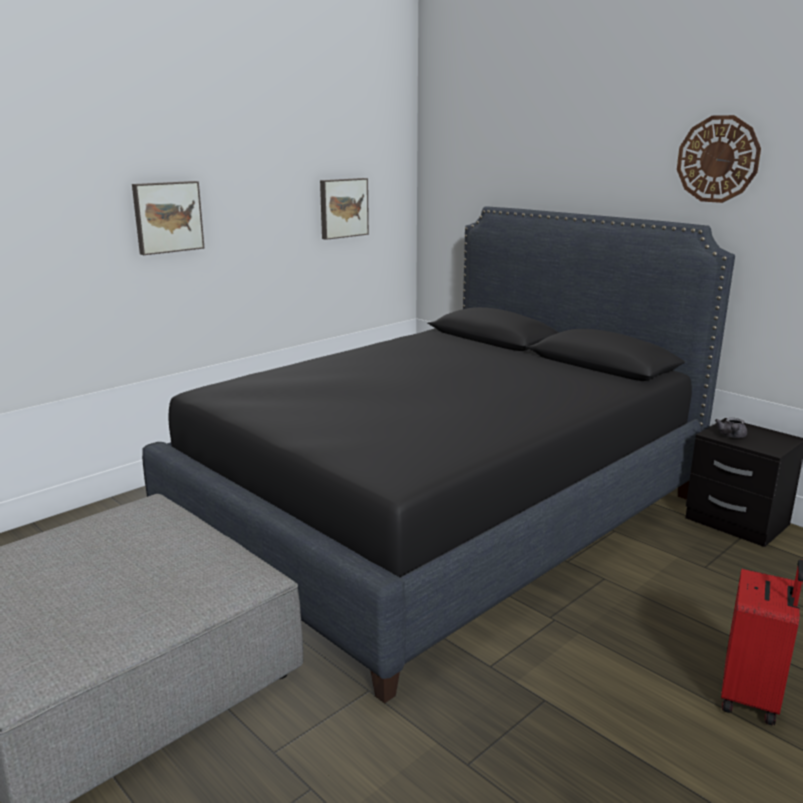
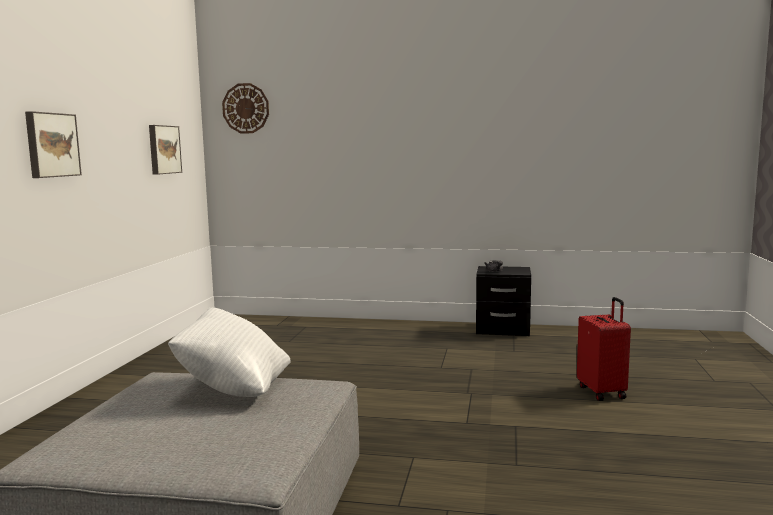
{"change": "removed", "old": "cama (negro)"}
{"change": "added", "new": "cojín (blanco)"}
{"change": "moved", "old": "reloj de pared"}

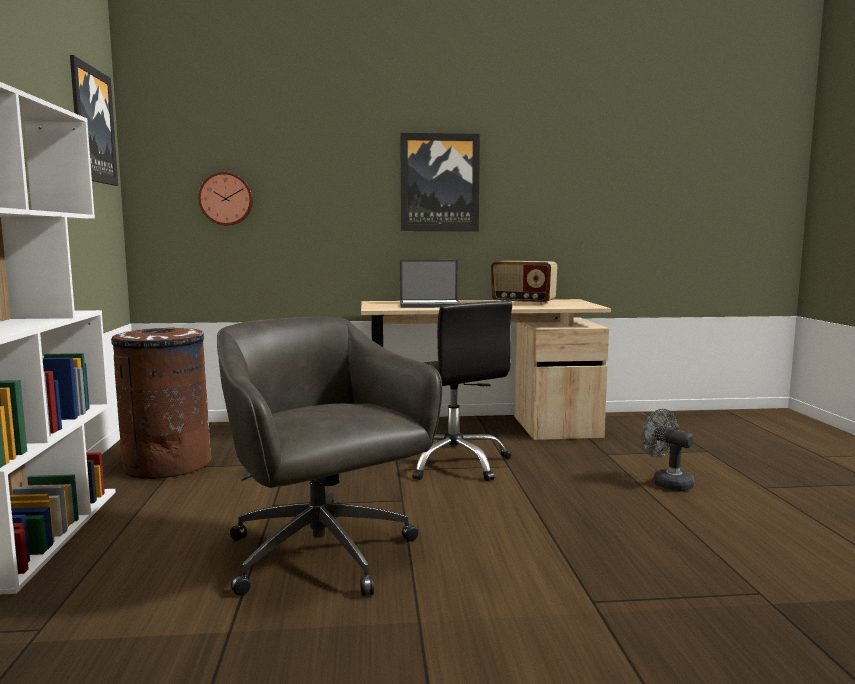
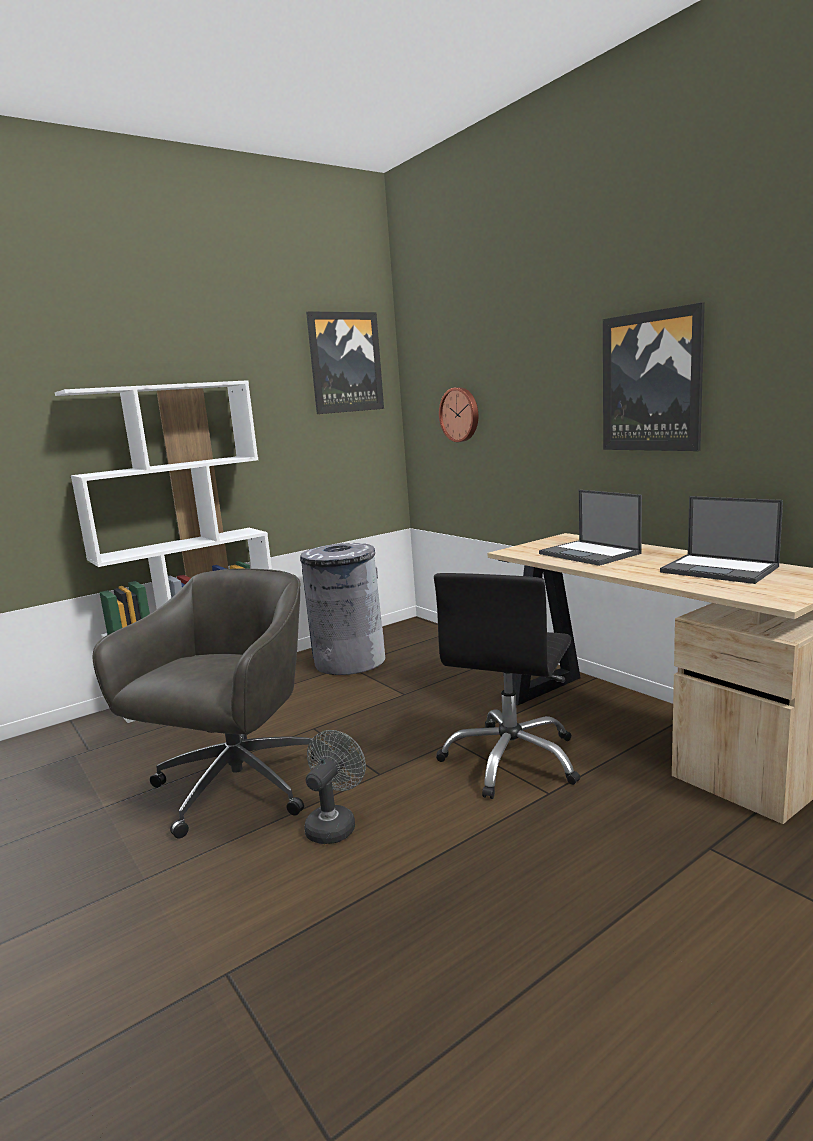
{"change": "moved", "old": "ventilador (gris)"}
{"change": "replaced", "old": "radio", "new": "portátil (2nd from left)"}
{"change": "recoloured", "old": "papelera (marrón)", "new": "papelera (gris)"}

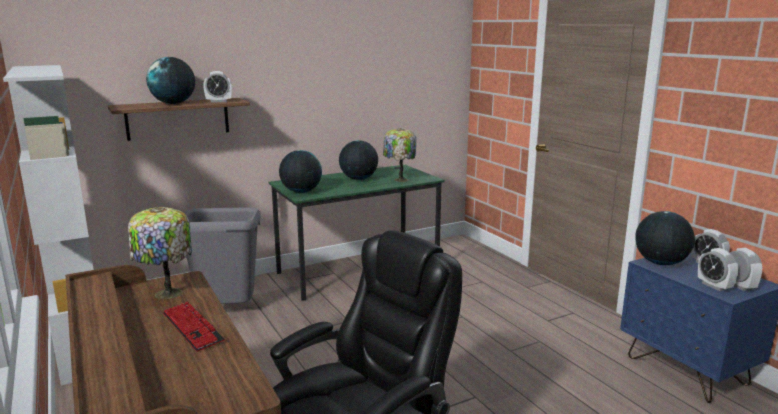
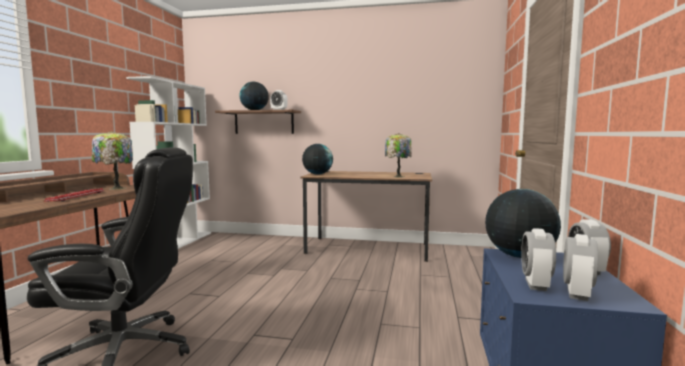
{"change": "removed", "old": "papelera (gris)"}
{"change": "removed", "old": "globo terráqueo (3rd from left)"}
{"change": "recoloured", "old": "escritorio (verde)", "new": "escritorio (marrón) (2nd from left)"}

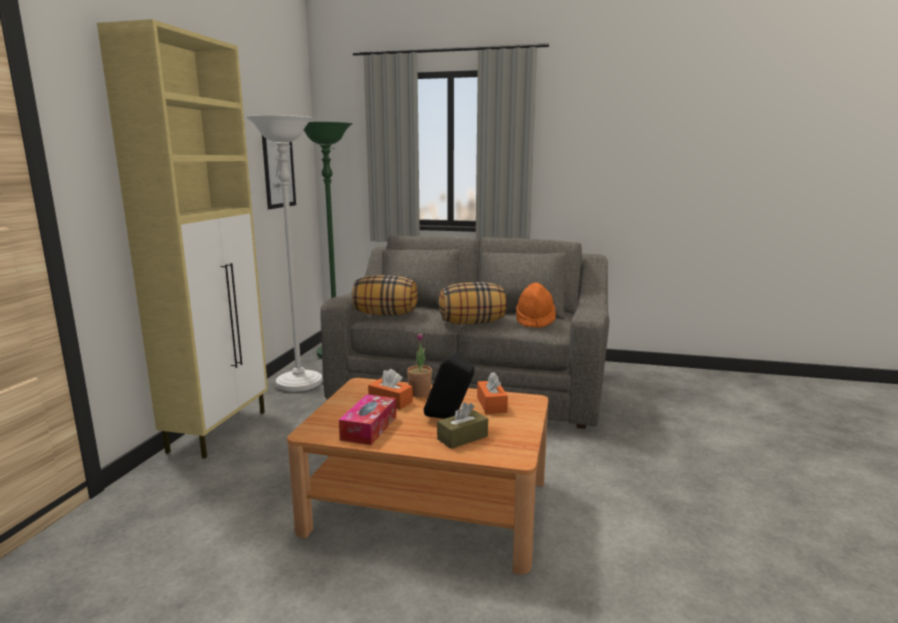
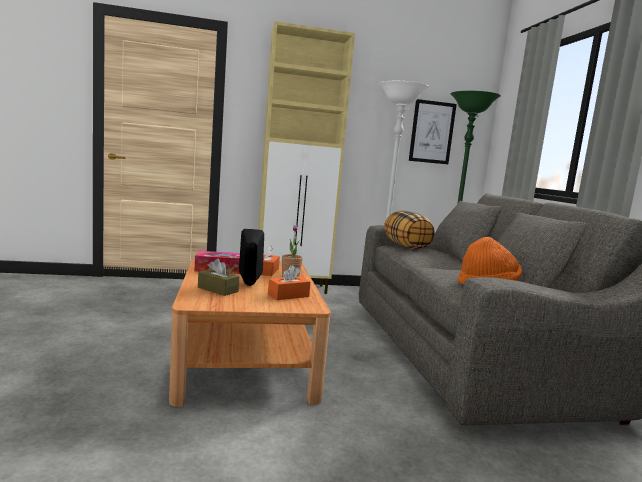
{"change": "removed", "old": "cojín (2nd from left)"}

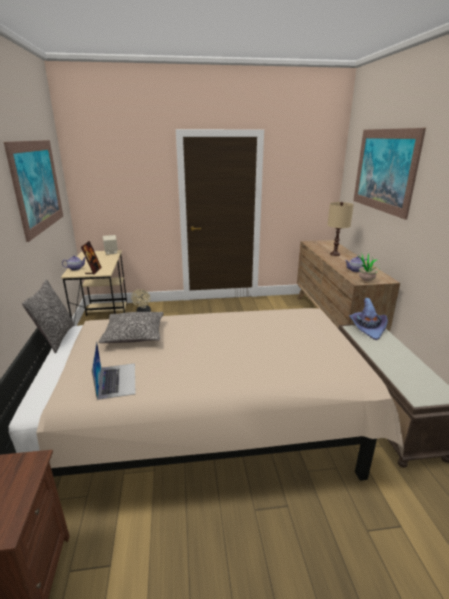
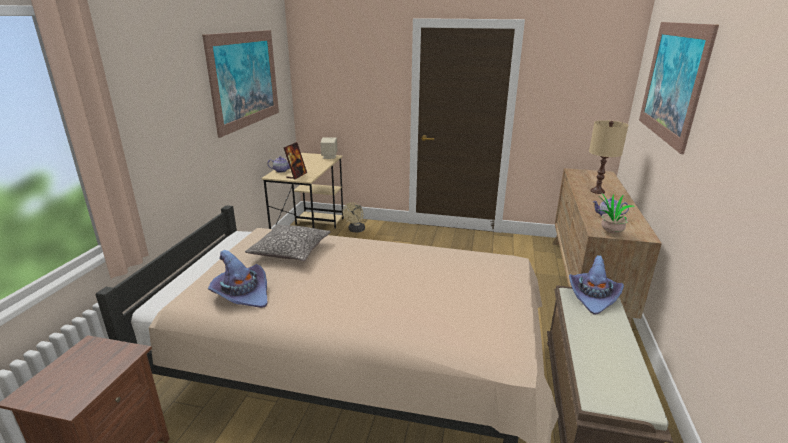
{"change": "removed", "old": "cojín (1st from left)"}
{"change": "replaced", "old": "portátil", "new": "sombrero (morado) (1st from left)"}

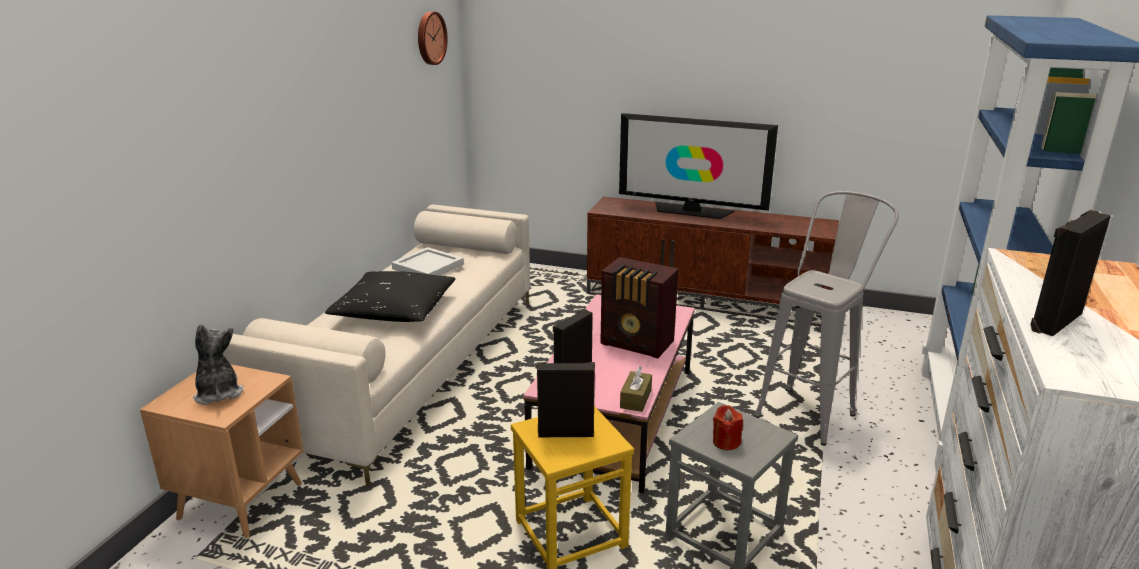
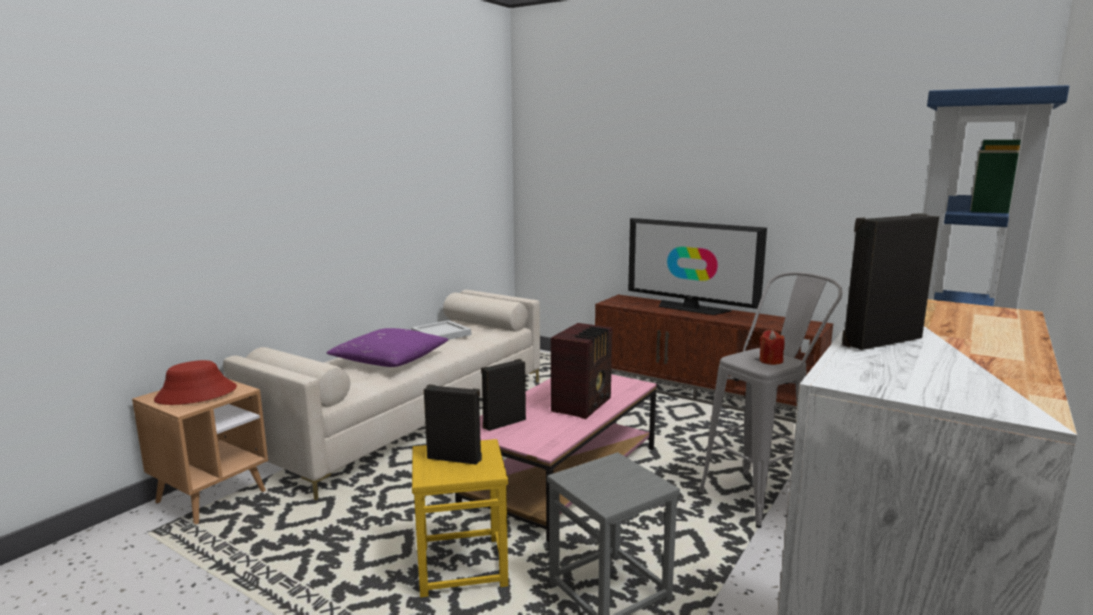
{"change": "removed", "old": "reloj de pared"}
{"change": "removed", "old": "caja de pañuelos (marrón)"}
{"change": "moved", "old": "vela (rojo)"}
{"change": "replaced", "old": "peluche", "new": "sombrero (rojo)"}
{"change": "recoloured", "old": "cojín (negro)", "new": "cojín (morado)"}
{"change": "turned", "old": "radio", "degrees": -105}

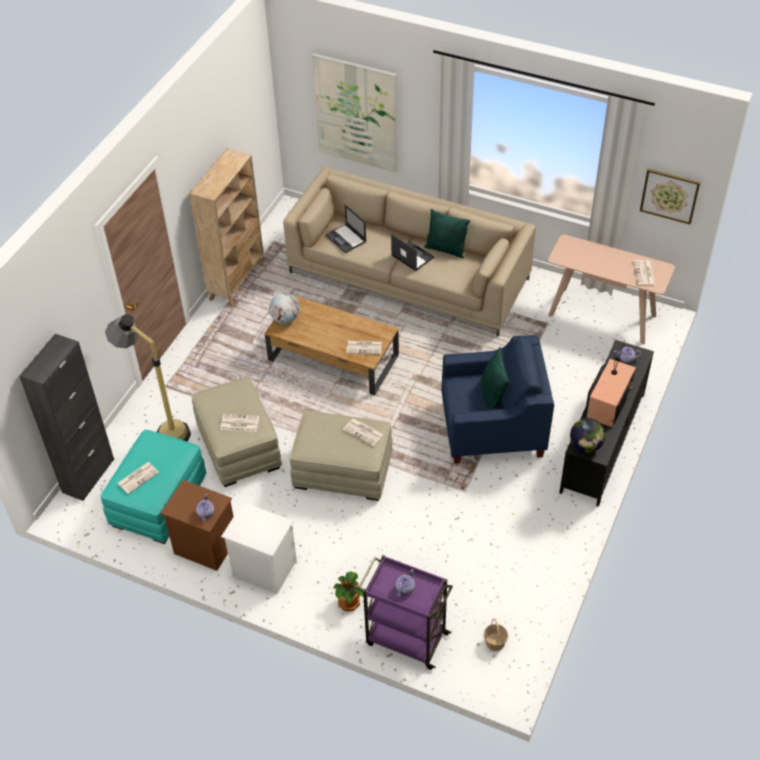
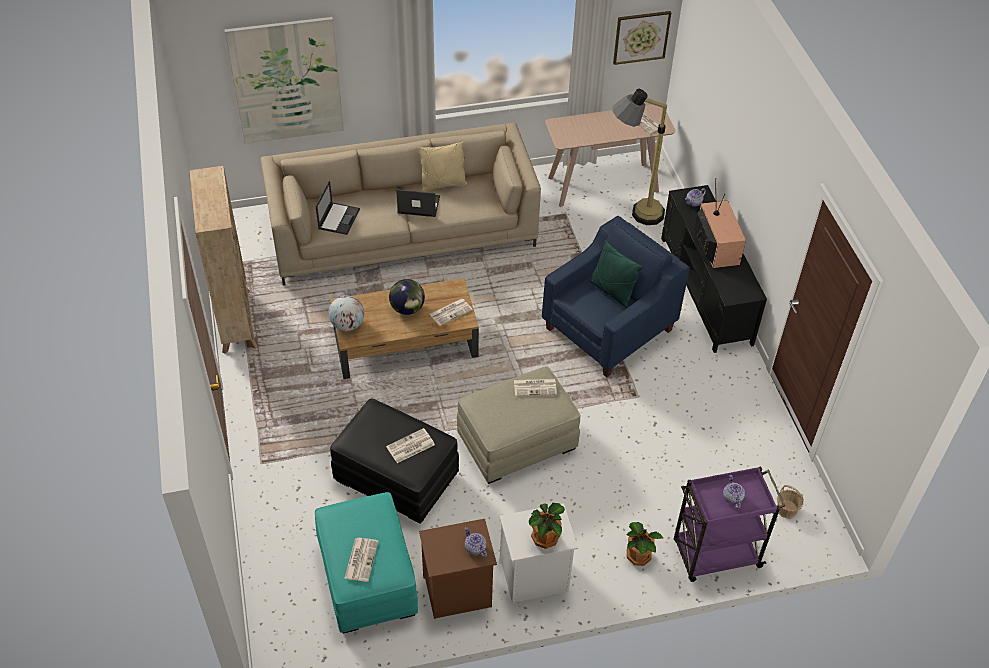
{"change": "removed", "old": "armario (negro)"}
{"change": "added", "new": "planta en maceta (1st from left)"}
{"change": "moved", "old": "lámpara de pie"}
{"change": "moved", "old": "globo terráqueo (2nd from left)"}
{"change": "recoloured", "old": "puf (beis) (1st from left)", "new": "puf (negro)"}
{"change": "recoloured", "old": "cojín (verde) (1st from left)", "new": "cojín (beis)"}
{"change": "turned", "old": "portátil (1st from left)", "degrees": -90}

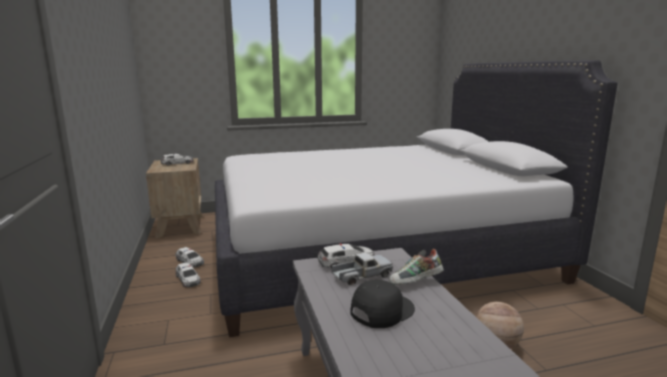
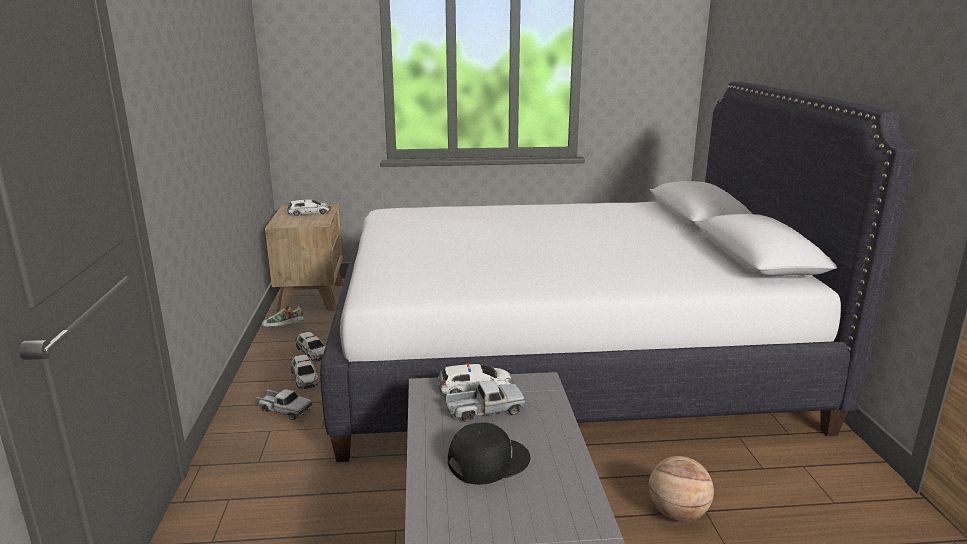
{"change": "added", "new": "camión de juguete (1st from left)"}
{"change": "moved", "old": "zapato"}

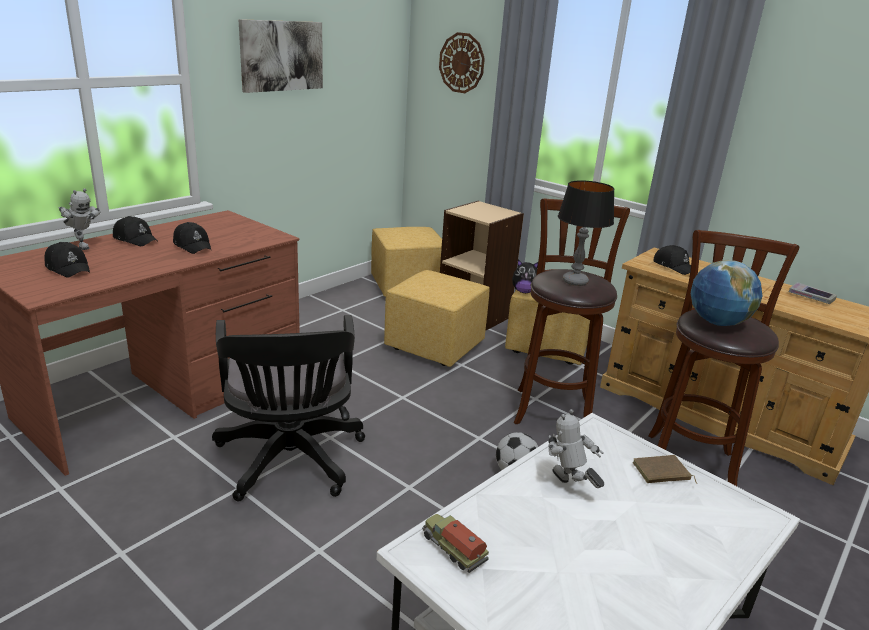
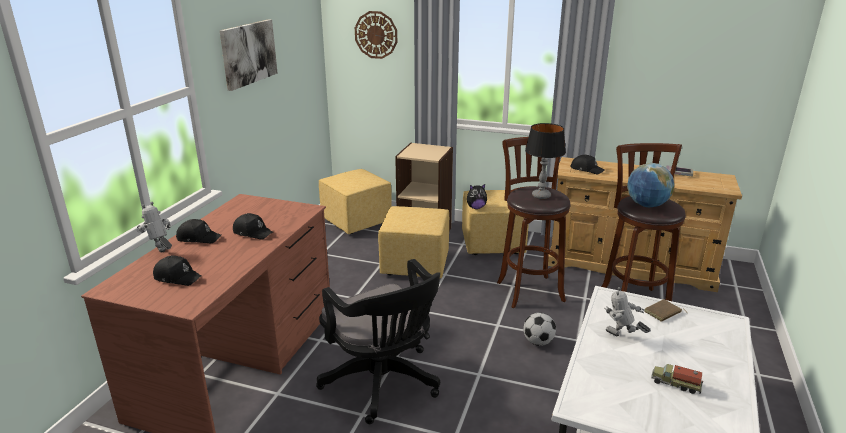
{"change": "moved", "old": "camión de juguete"}
{"change": "turned", "old": "robot de juguete (1st from left)", "degrees": -150}

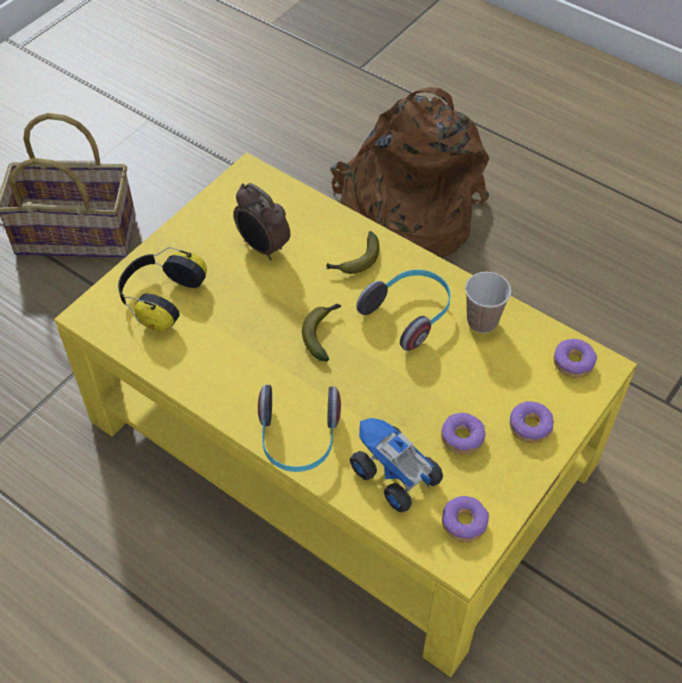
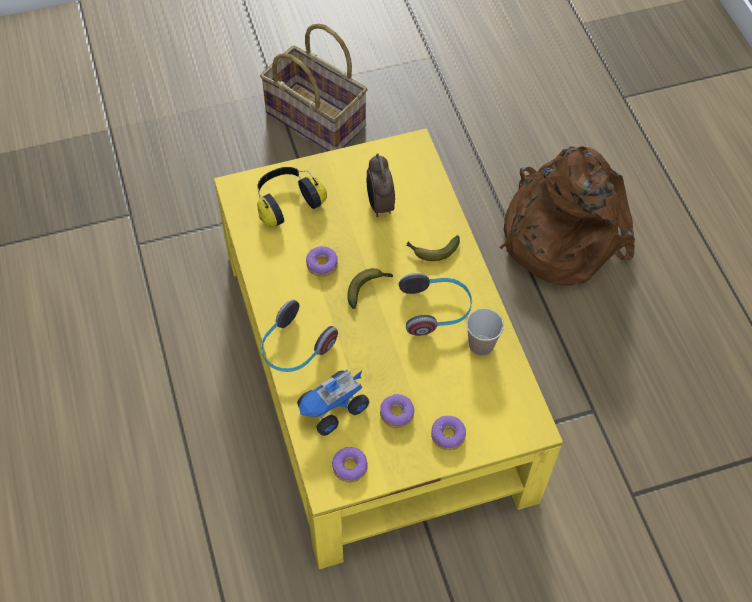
{"change": "moved", "old": "rosquilla (4th from left in the first image)", "new": "rosquilla (1st from left)"}
{"change": "turned", "old": "camión de juguete", "degrees": -120}

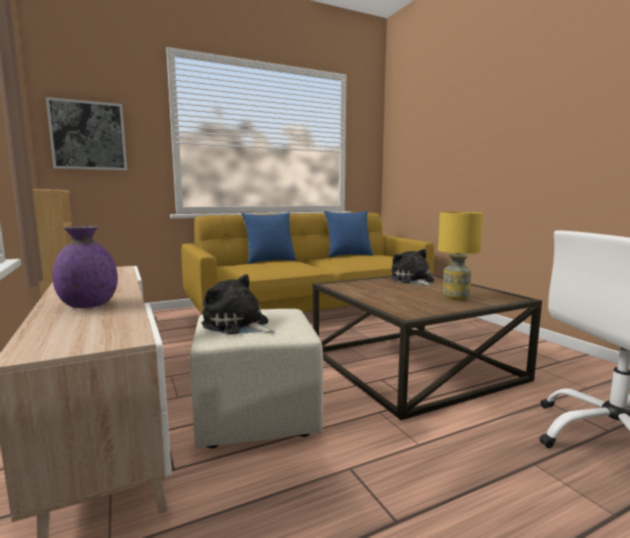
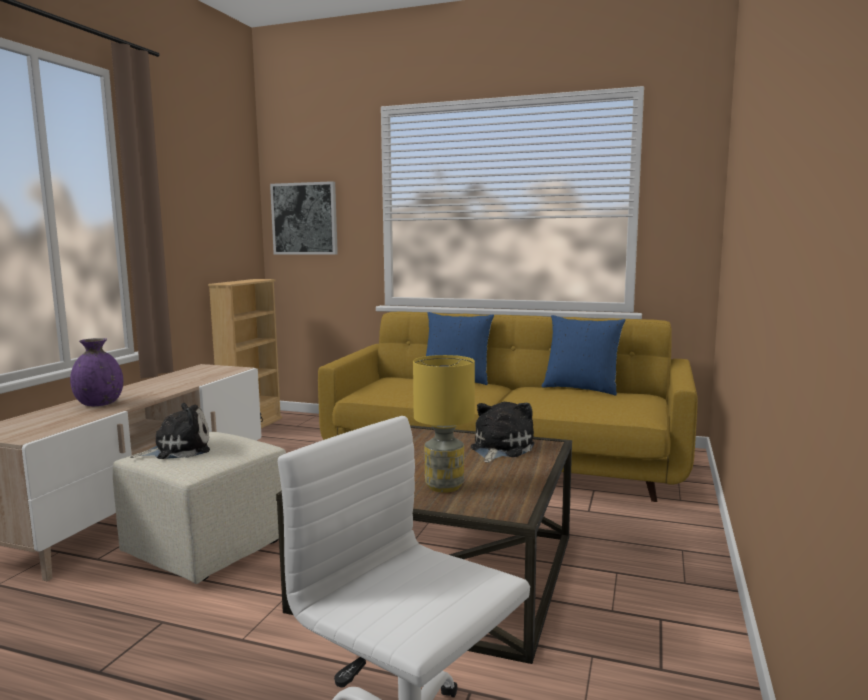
{"change": "turned", "old": "peluche (1st from left)", "degrees": 75}

